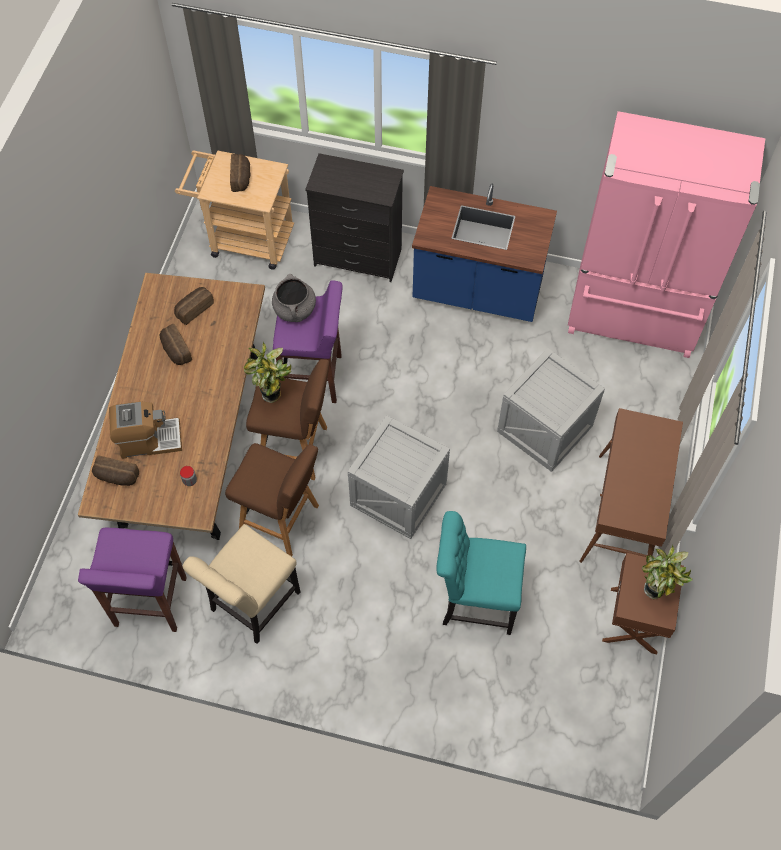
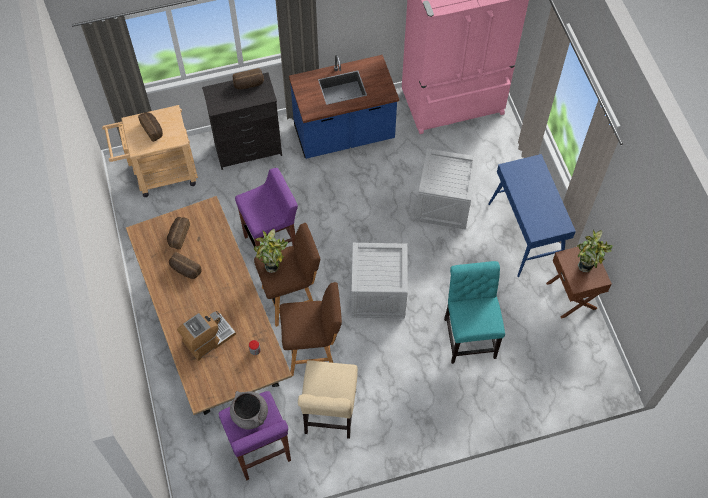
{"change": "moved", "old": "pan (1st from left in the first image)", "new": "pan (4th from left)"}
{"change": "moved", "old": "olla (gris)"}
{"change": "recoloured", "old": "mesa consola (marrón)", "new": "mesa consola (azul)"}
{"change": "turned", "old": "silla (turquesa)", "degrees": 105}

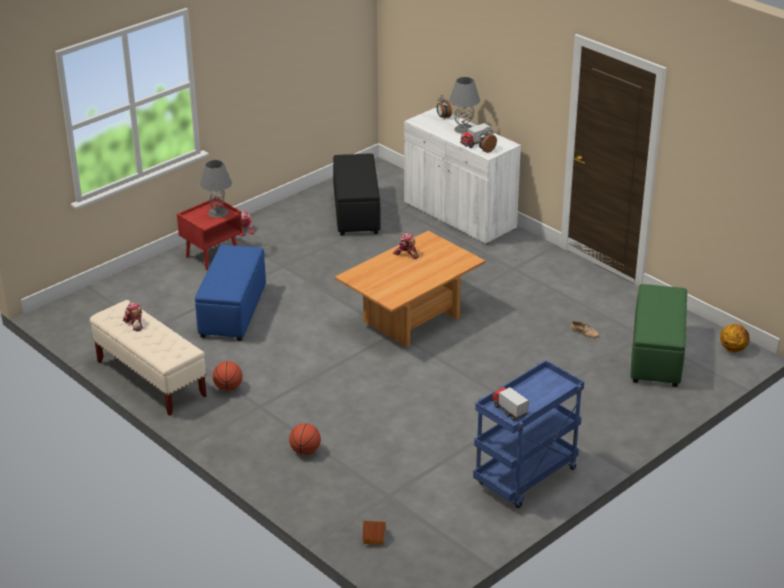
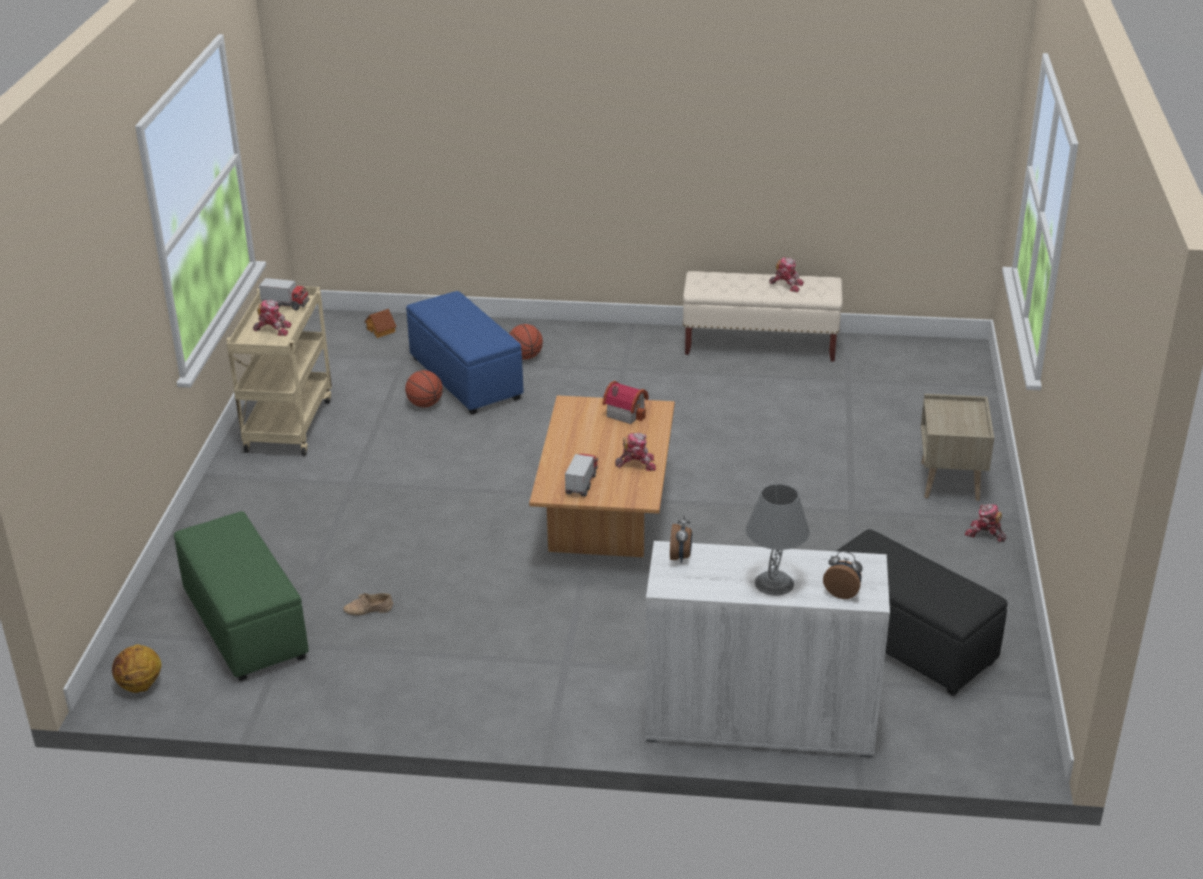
{"change": "removed", "old": "lámpara de mesa (gris) (1st from left)"}
{"change": "added", "new": "robot de juguete (1st from left)"}
{"change": "added", "new": "casita (2nd from left)"}
{"change": "moved", "old": "puf (azul)"}
{"change": "moved", "old": "balón de baloncesto (1st from left in the first image)", "new": "balón de baloncesto (2nd from left)"}
{"change": "moved", "old": "camión de juguete (1st from left in the first image)", "new": "camión de juguete (2nd from left)"}
{"change": "recoloured", "old": "mesita de noche (rojo)", "new": "mesita de noche (beis)"}
{"change": "recoloured", "old": "carrito (azul)", "new": "carrito (beis)"}

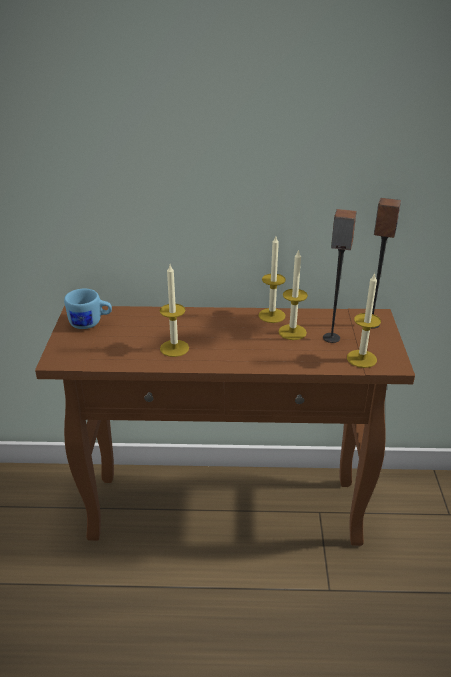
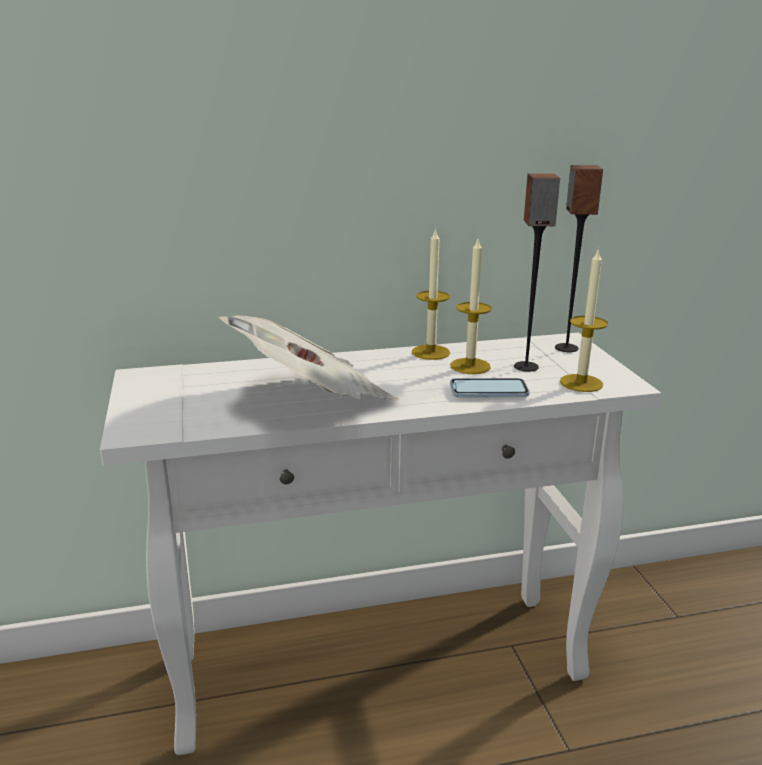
{"change": "removed", "old": "taza grande (azul)"}
{"change": "added", "new": "móvil"}
{"change": "replaced", "old": "vela (1st from left)", "new": "periódico"}
{"change": "recoloured", "old": "mesa consola (marrón)", "new": "mesa consola (blanco)"}

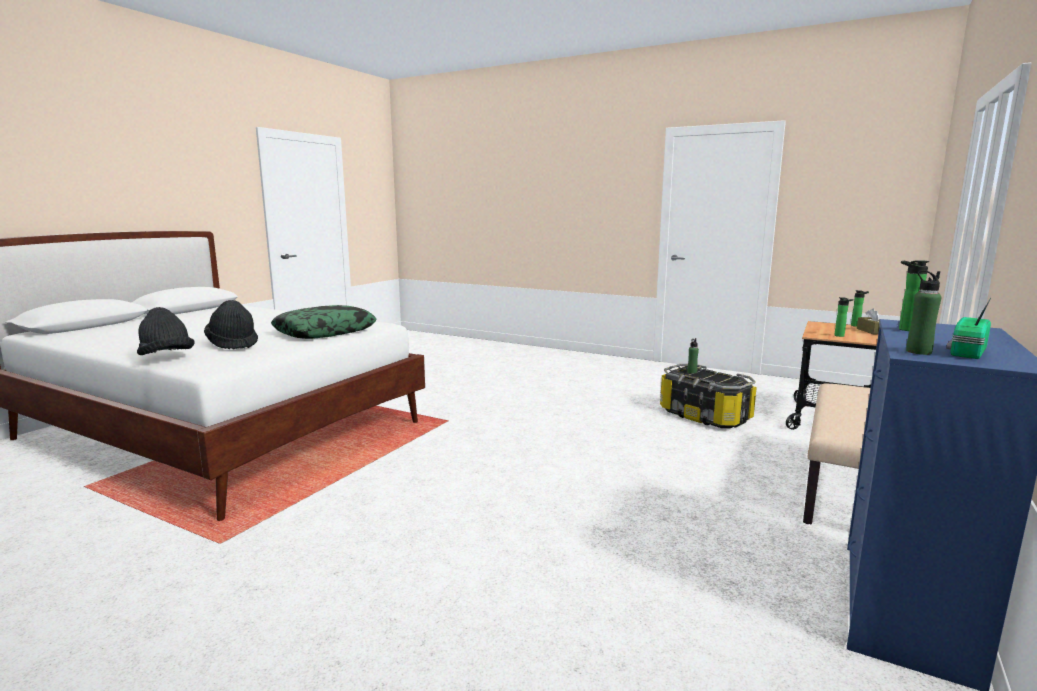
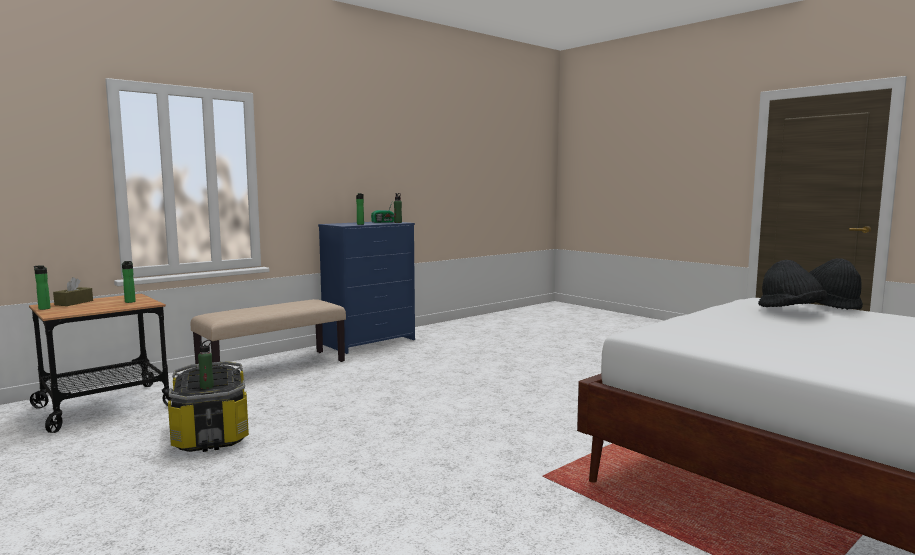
{"change": "removed", "old": "cojín"}

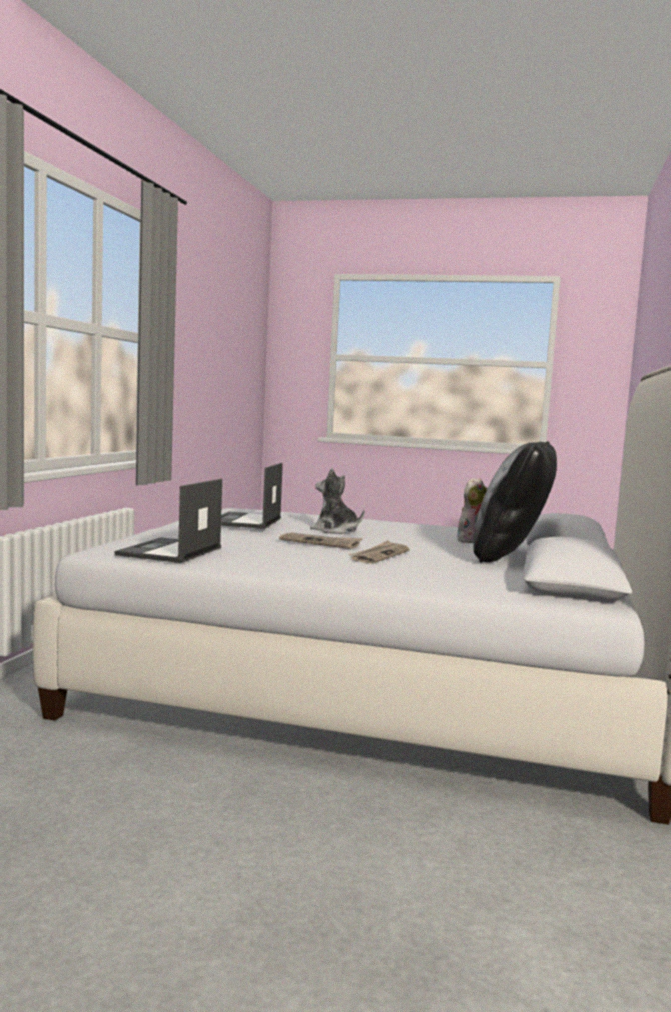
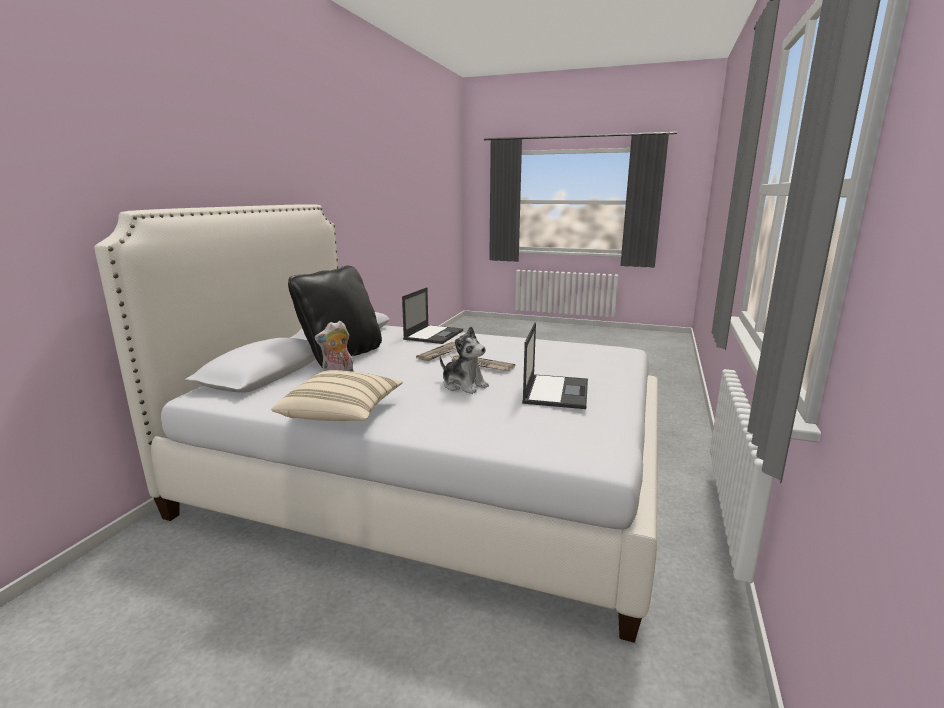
{"change": "added", "new": "cojín (beis)"}
{"change": "moved", "old": "portátil (1st from left)"}

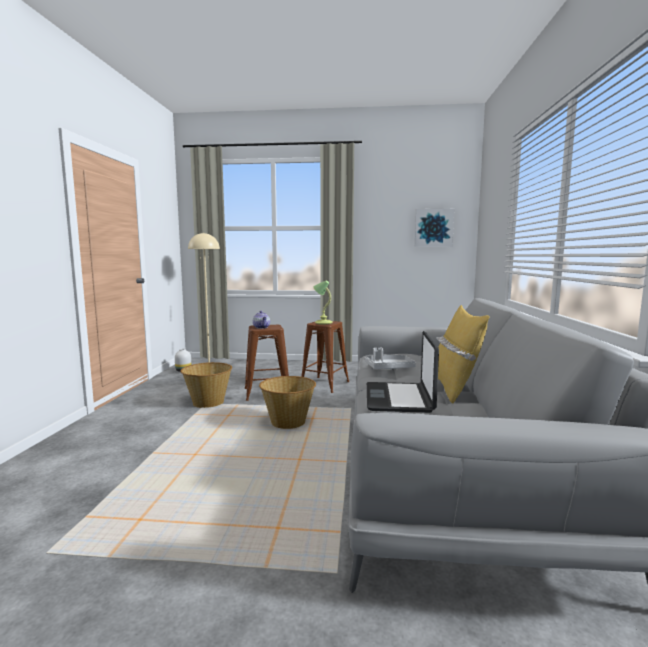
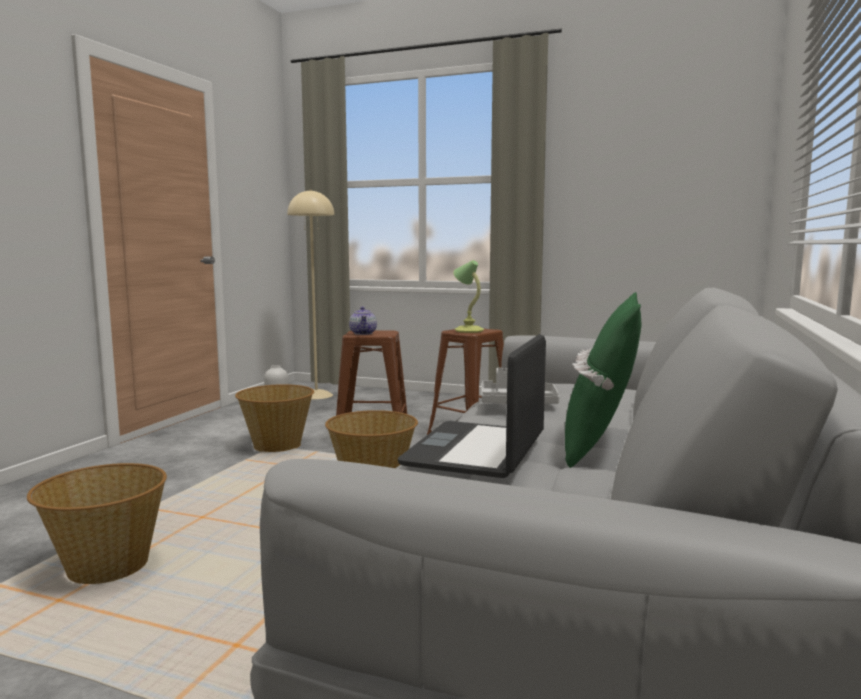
{"change": "removed", "old": "cuadro"}
{"change": "added", "new": "cesta (1st from left)"}
{"change": "recoloured", "old": "cojín (amarillo)", "new": "cojín (verde)"}

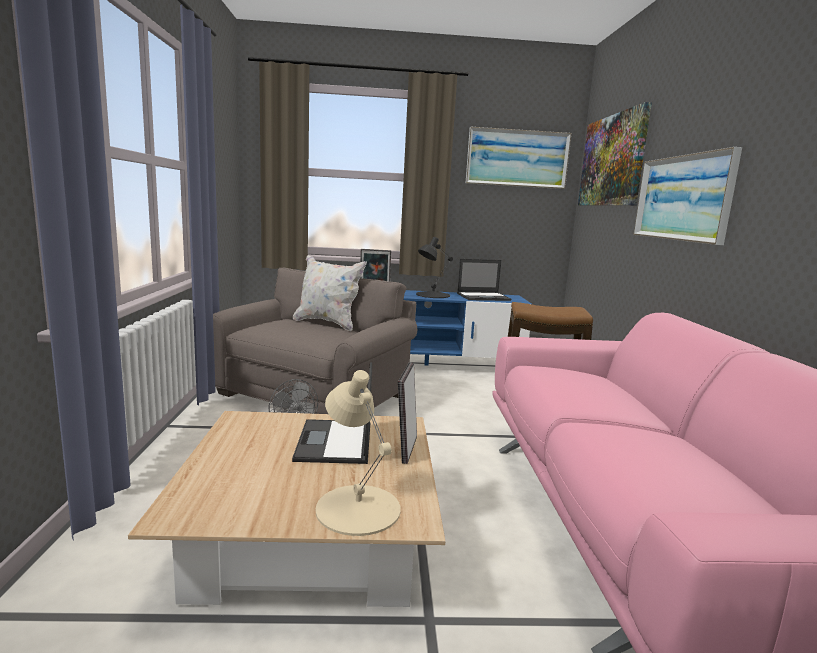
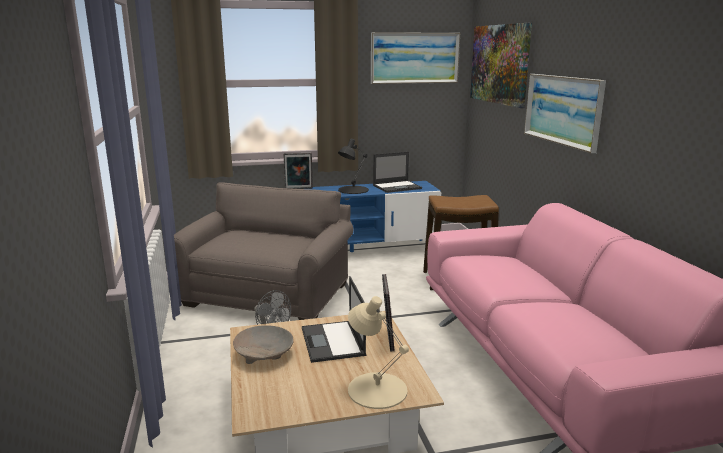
{"change": "removed", "old": "cojín (blanco)"}
{"change": "added", "new": "cuenco (beis)"}

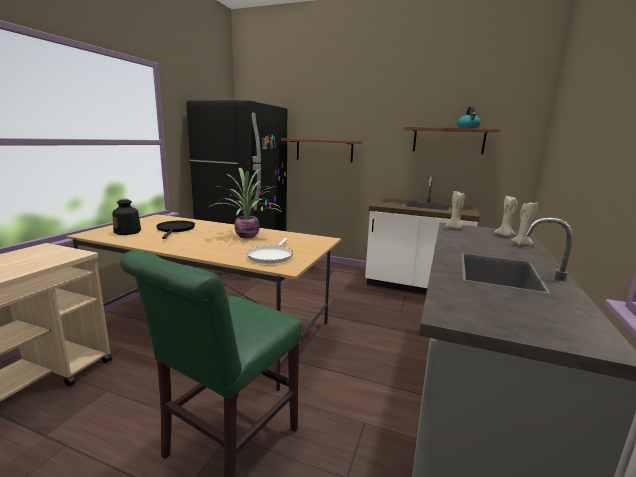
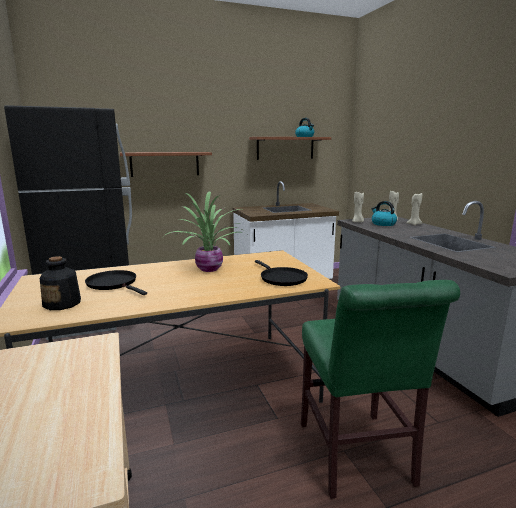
{"change": "added", "new": "hervidor (2nd from left)"}
{"change": "recoloured", "old": "sartén (blanco)", "new": "sartén (negro) (2nd from left)"}

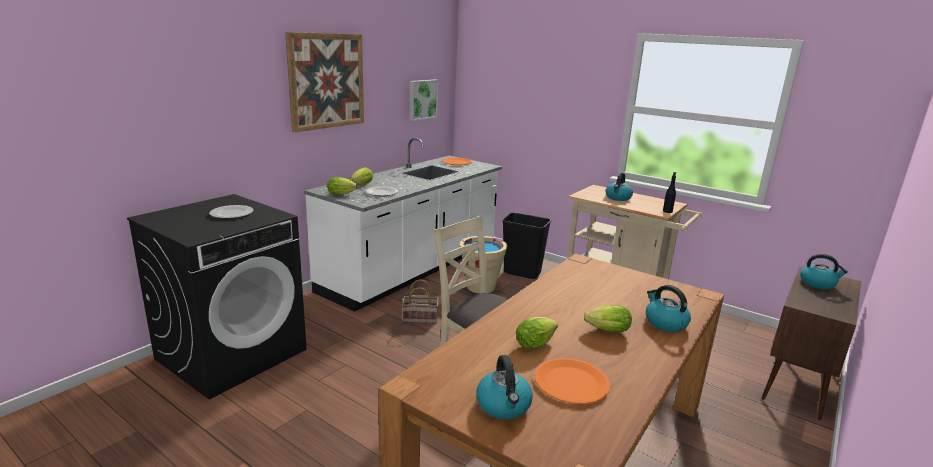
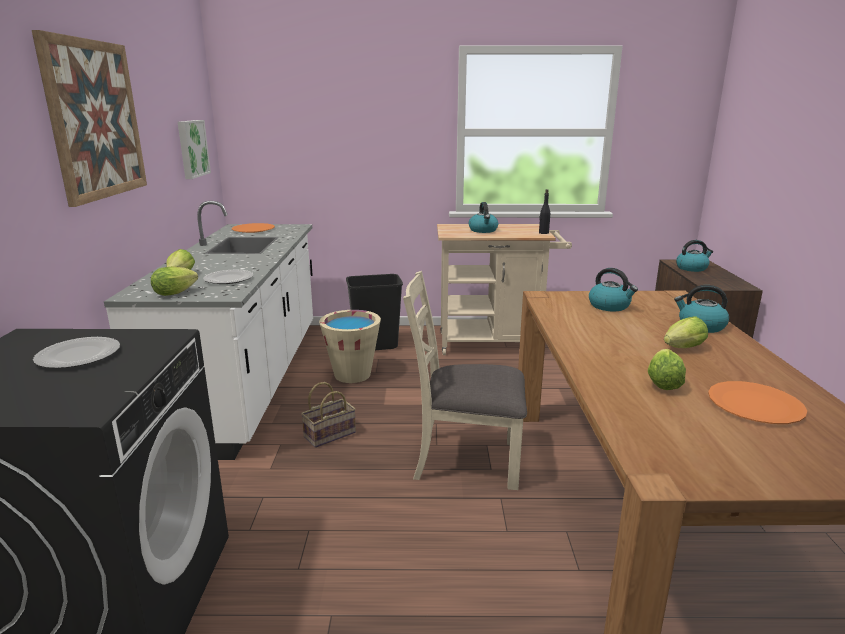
{"change": "moved", "old": "hervidor (1st from left in the first image)", "new": "hervidor (2nd from left)"}

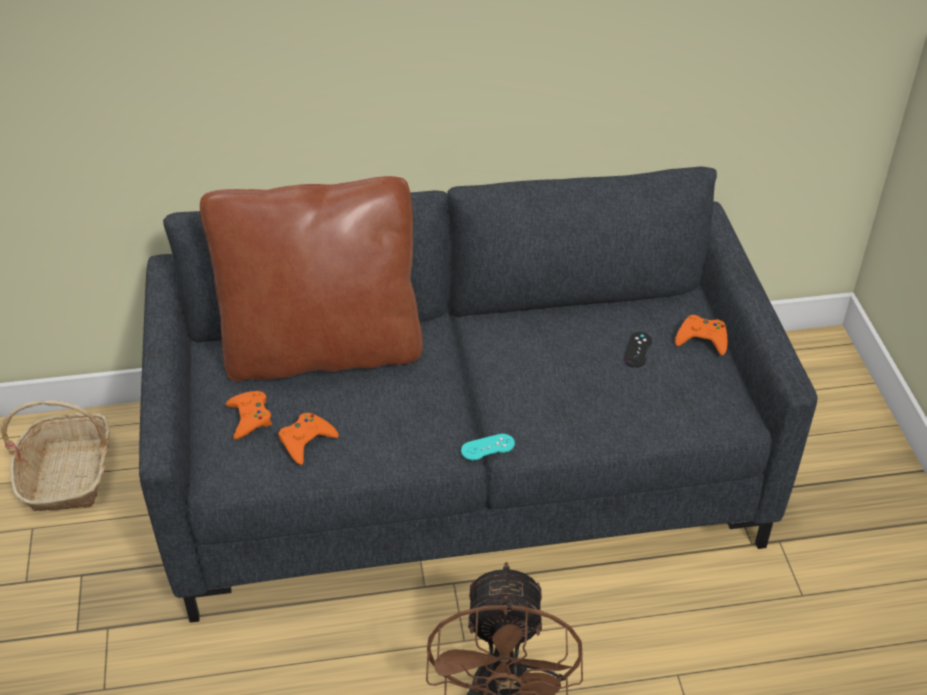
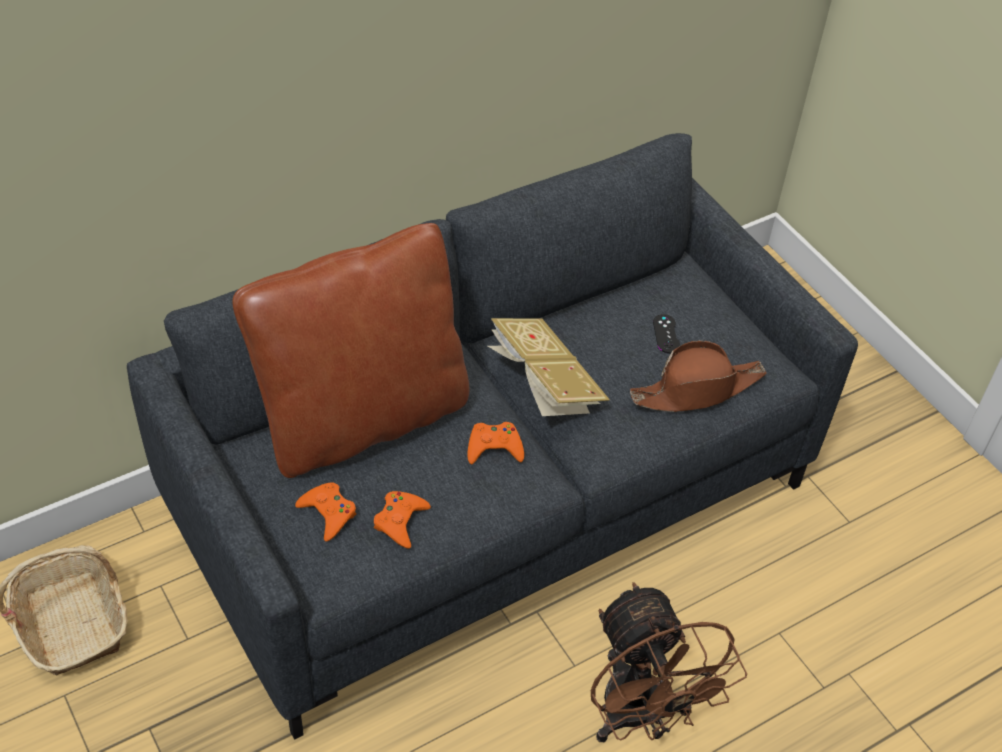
{"change": "removed", "old": "mando de consola (turquesa)"}
{"change": "added", "new": "libro"}
{"change": "added", "new": "sombrero (marrón)"}
{"change": "moved", "old": "mando de consola (naranja) (3rd from left)"}

